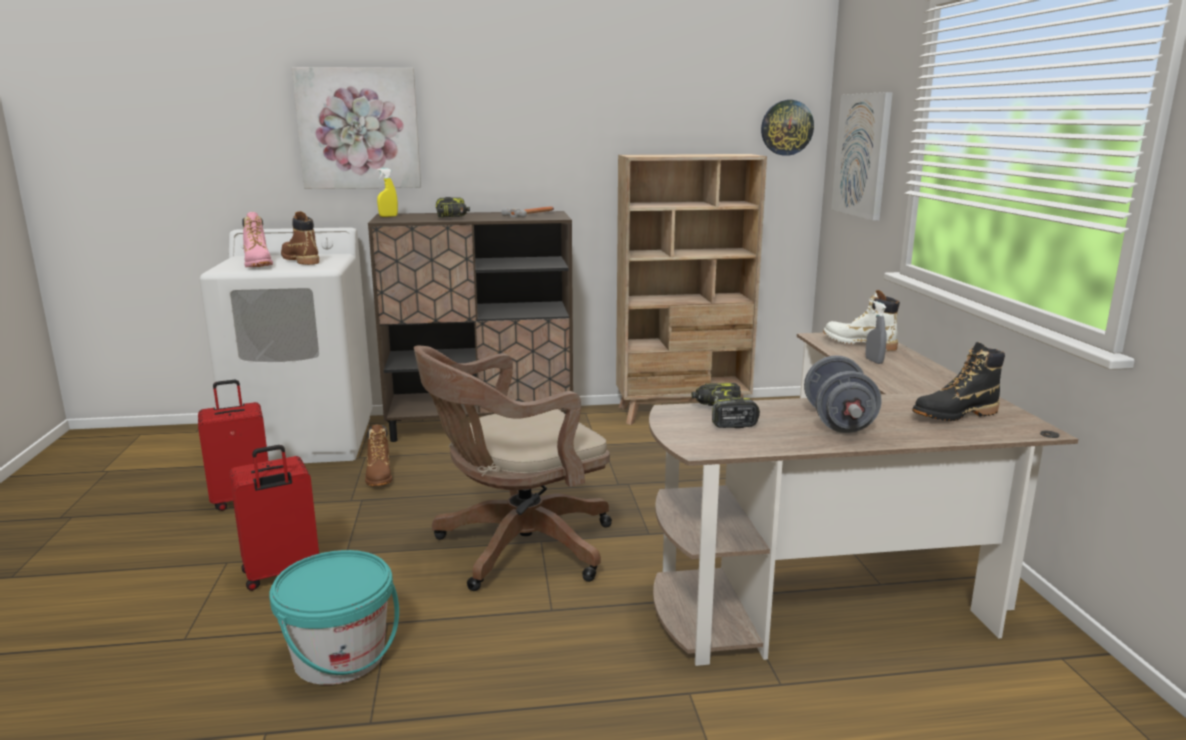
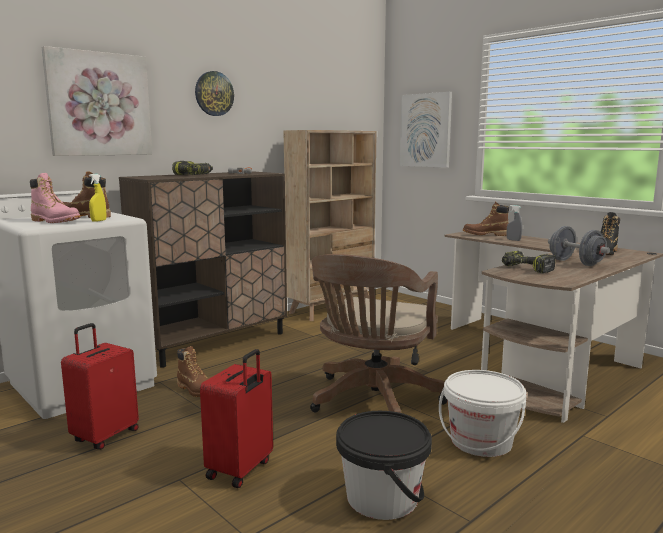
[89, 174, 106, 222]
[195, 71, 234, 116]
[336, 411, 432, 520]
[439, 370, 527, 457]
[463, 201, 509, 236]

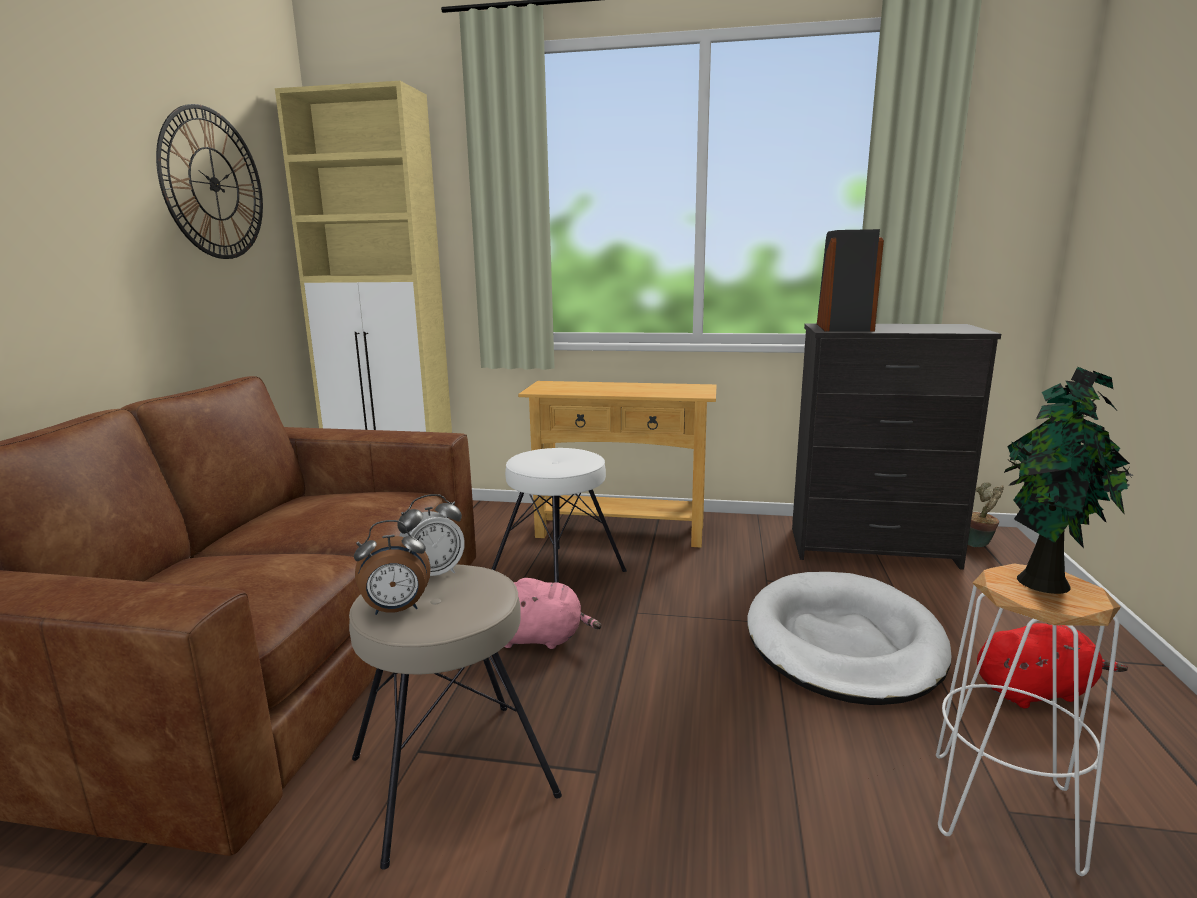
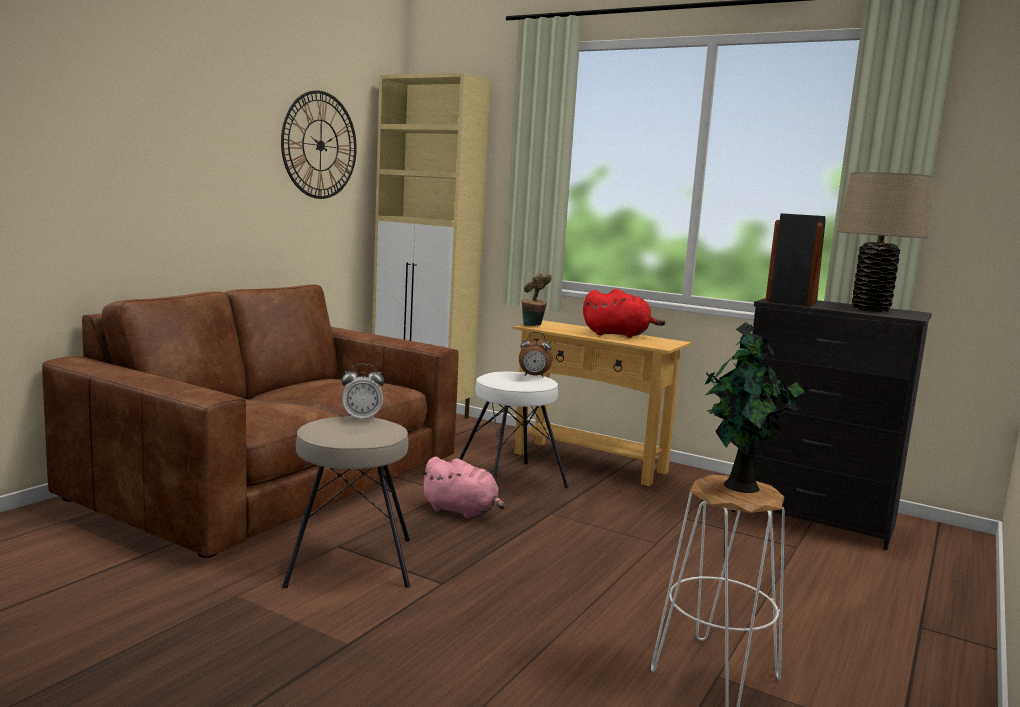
[519, 332, 553, 377]
[522, 273, 552, 326]
[583, 289, 665, 338]
[836, 172, 932, 312]
[748, 572, 952, 705] (first image)

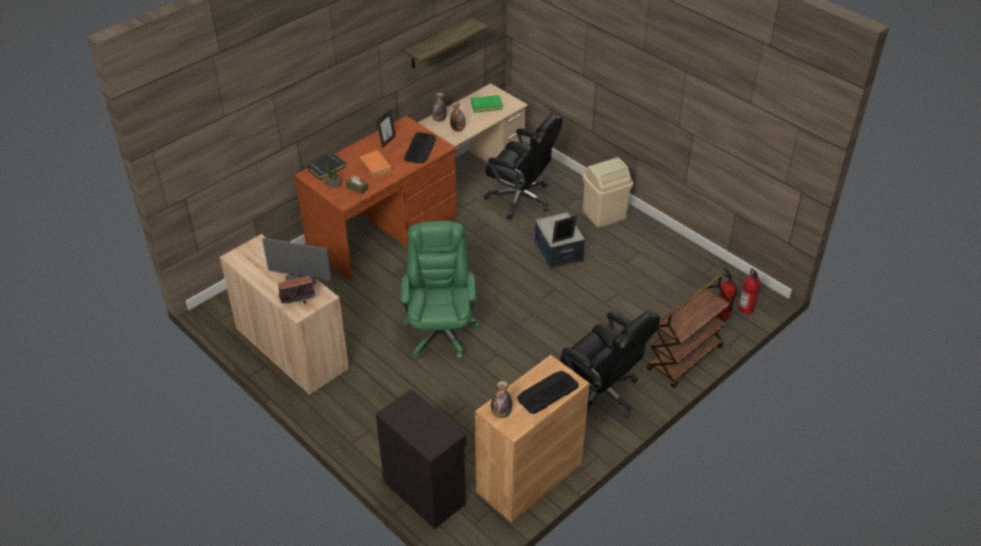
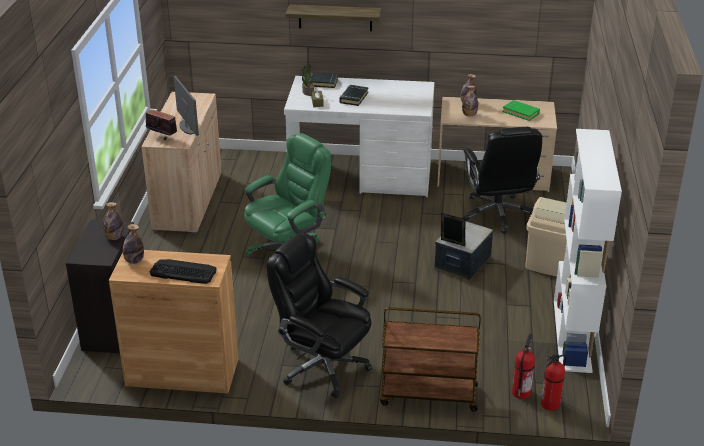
[103, 202, 123, 240]
[267, 233, 373, 398]
[284, 76, 435, 197]
[286, 4, 382, 31]
[339, 85, 368, 106]
[554, 129, 622, 373]
[377, 109, 396, 148] (first image)
[404, 132, 436, 163] (first image)

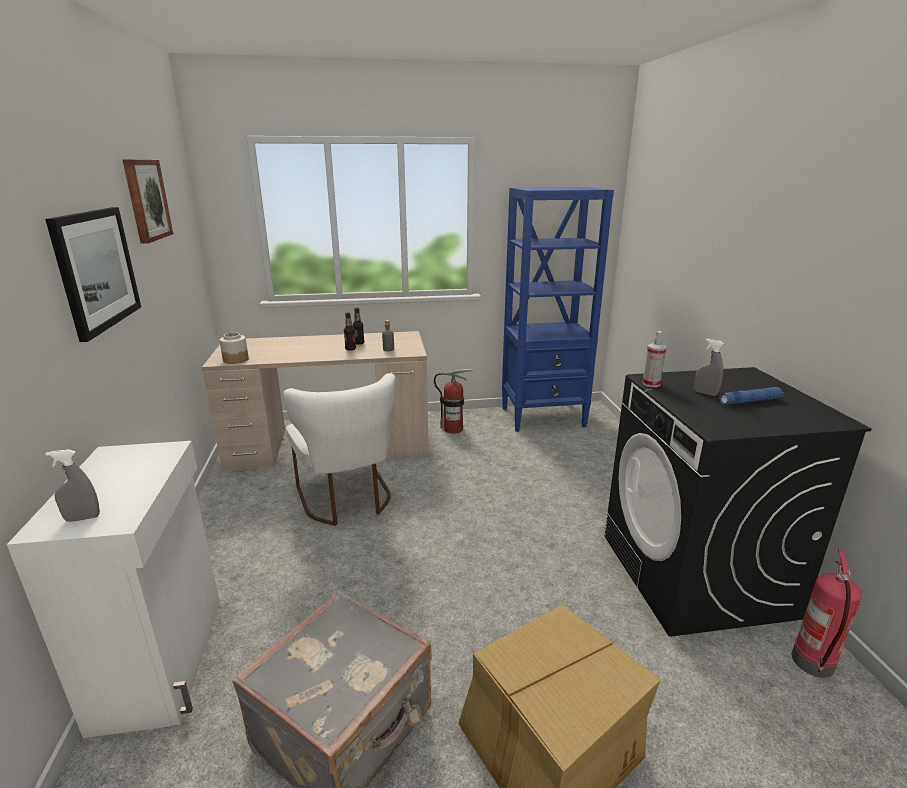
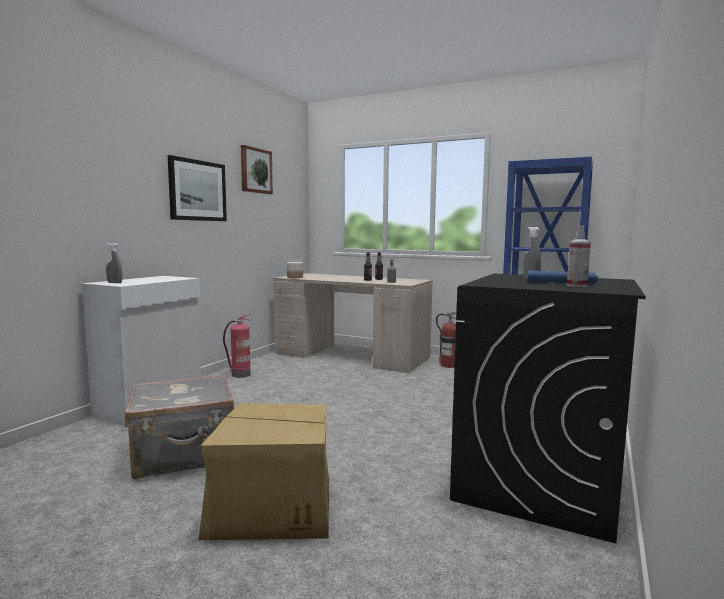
[223, 314, 251, 378]
[567, 225, 591, 287]
[283, 373, 395, 526] (first image)

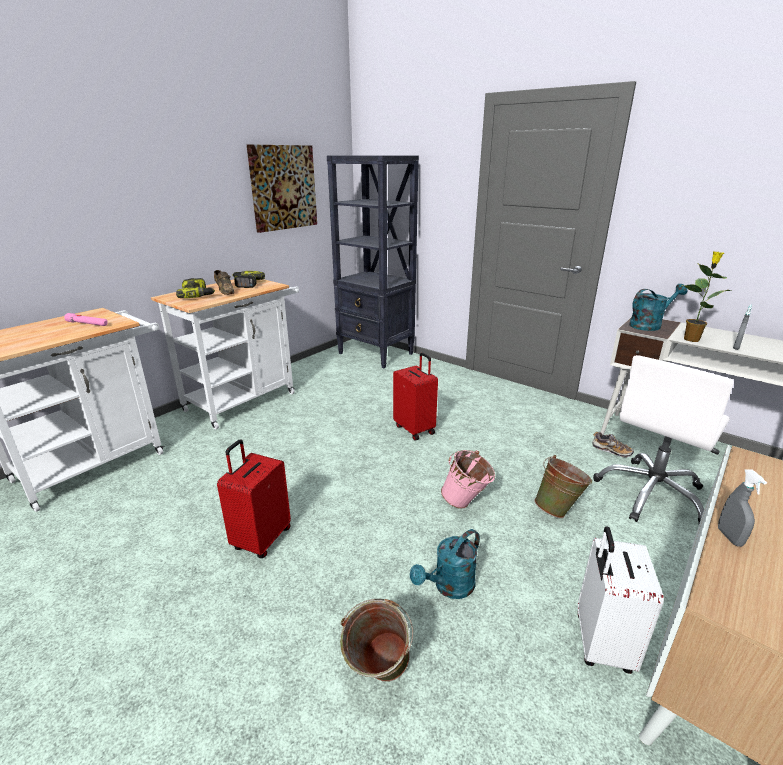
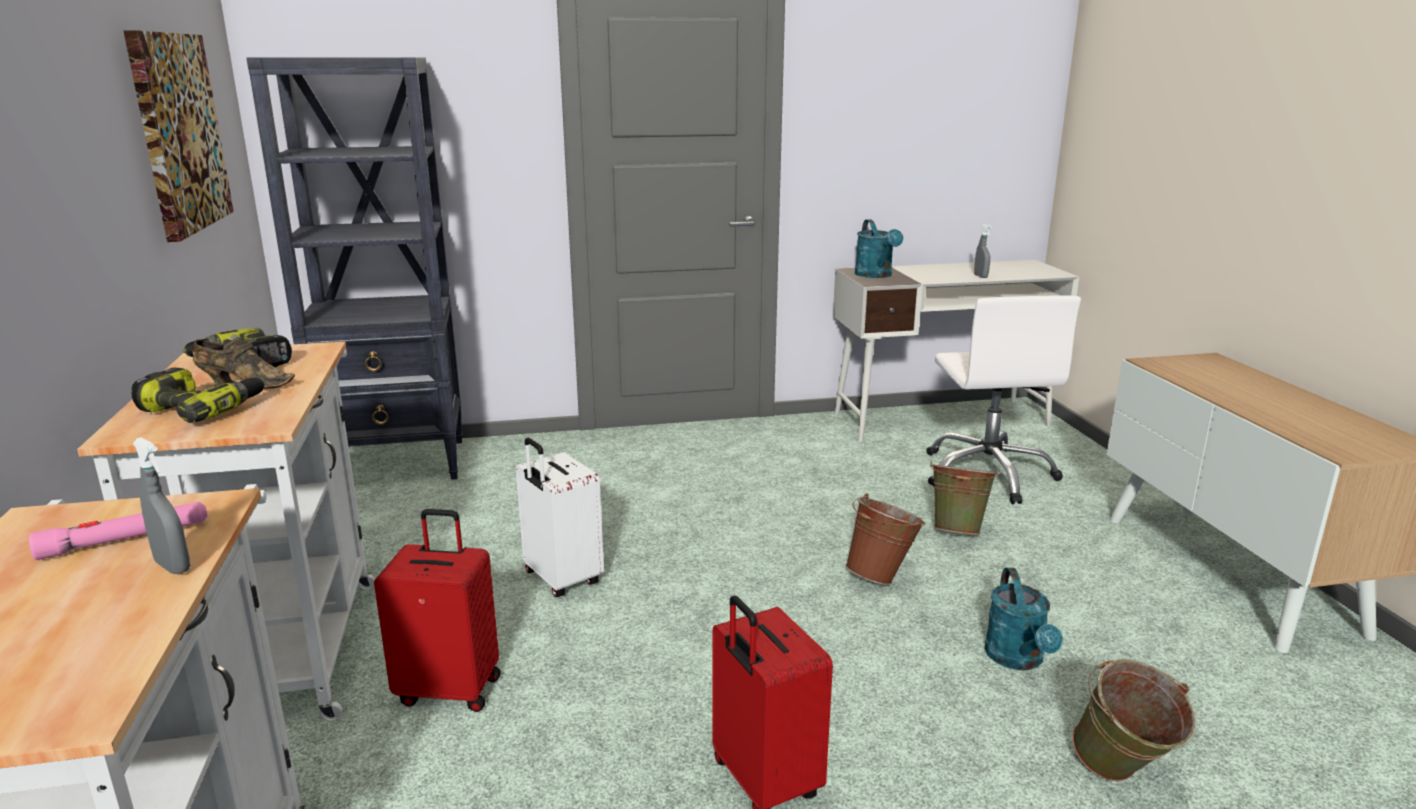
[133, 437, 190, 574]
[374, 509, 501, 712]
[516, 438, 604, 597]
[845, 493, 925, 585]
[855, 219, 903, 278]
[592, 432, 634, 458] (first image)
[682, 251, 731, 342] (first image)

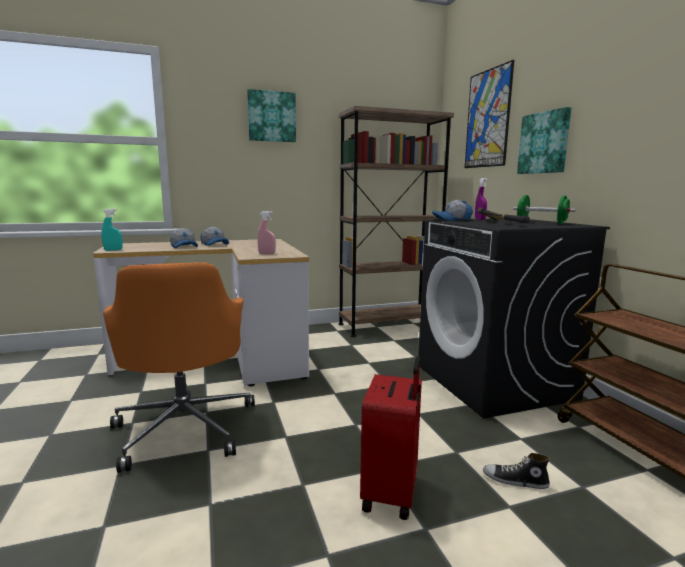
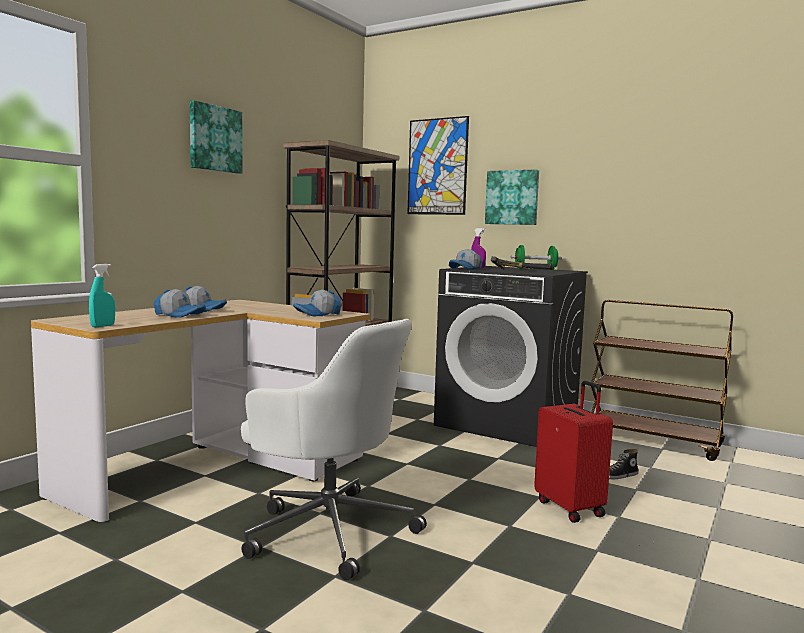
[241, 319, 427, 581]
[293, 290, 342, 316]

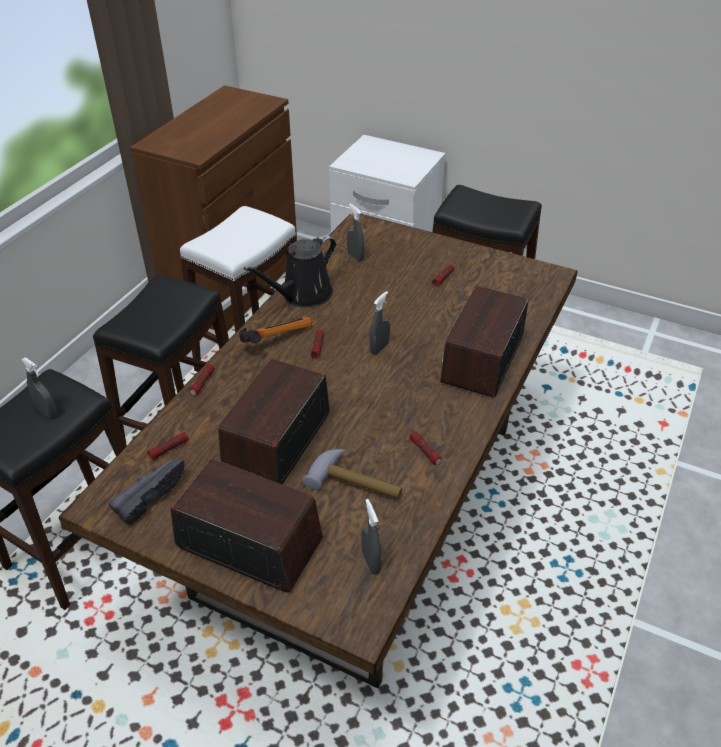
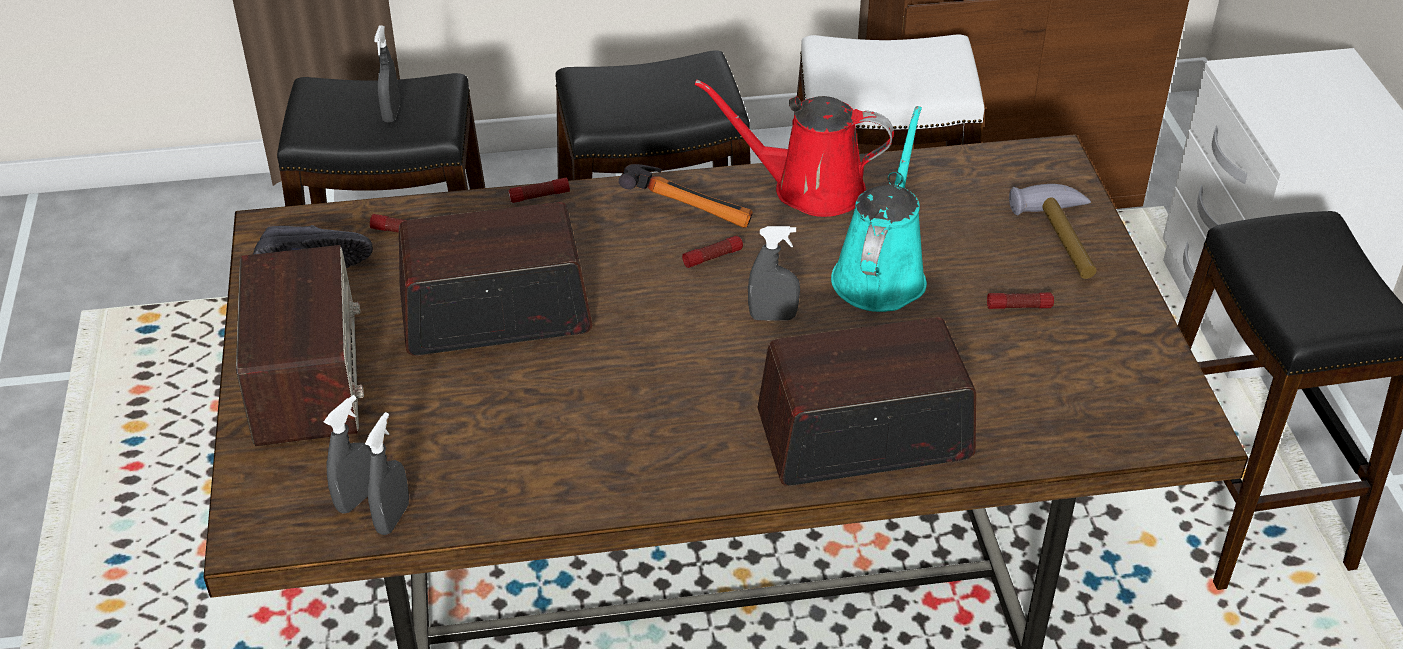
[365, 412, 409, 535]
[695, 79, 894, 217]
[831, 106, 927, 312]
[1009, 184, 1096, 279]
[409, 432, 442, 465] (first image)

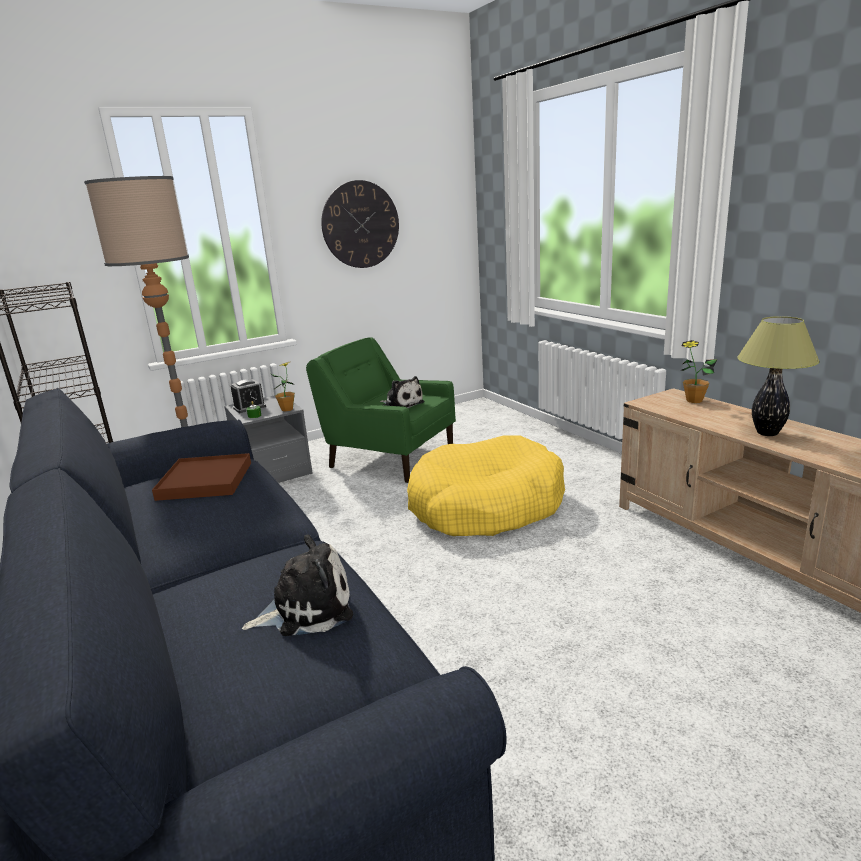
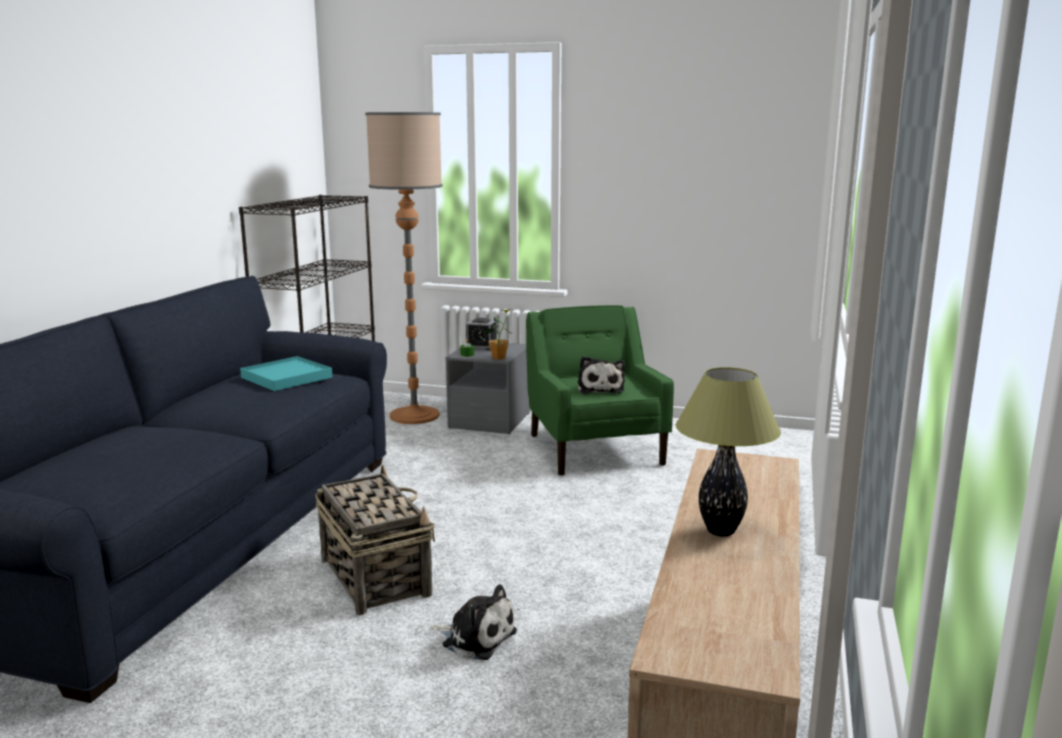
[240, 356, 332, 391]
[315, 465, 435, 615]
[431, 584, 517, 660]
[321, 180, 399, 268] (first image)
[407, 435, 565, 536] (first image)
[681, 340, 717, 403] (first image)

